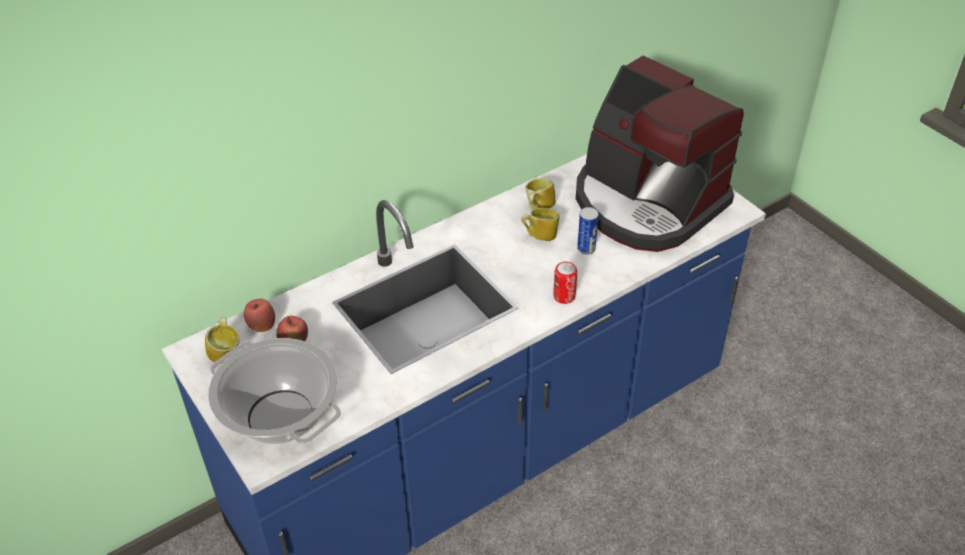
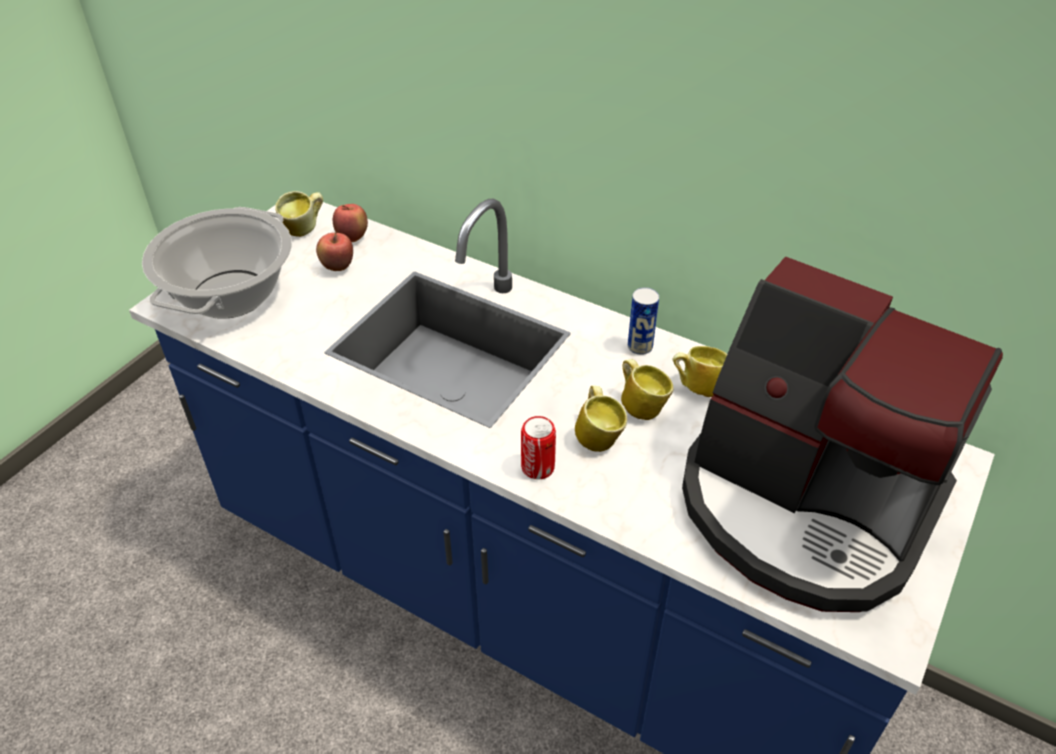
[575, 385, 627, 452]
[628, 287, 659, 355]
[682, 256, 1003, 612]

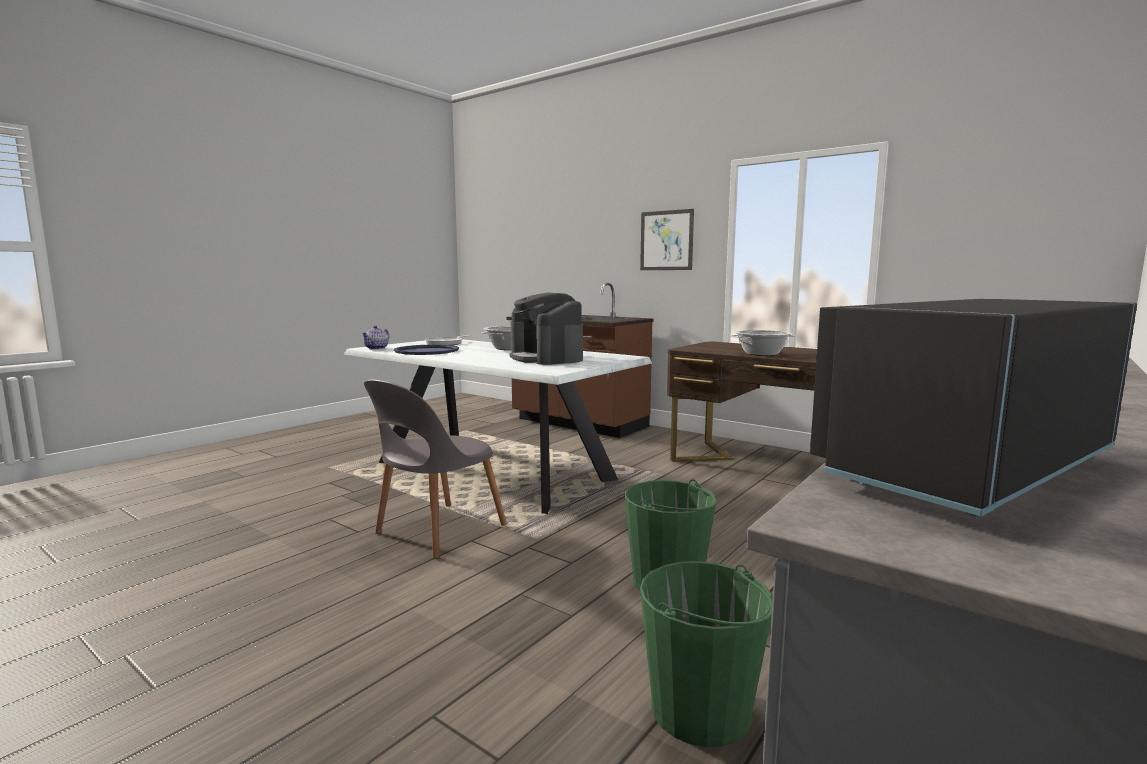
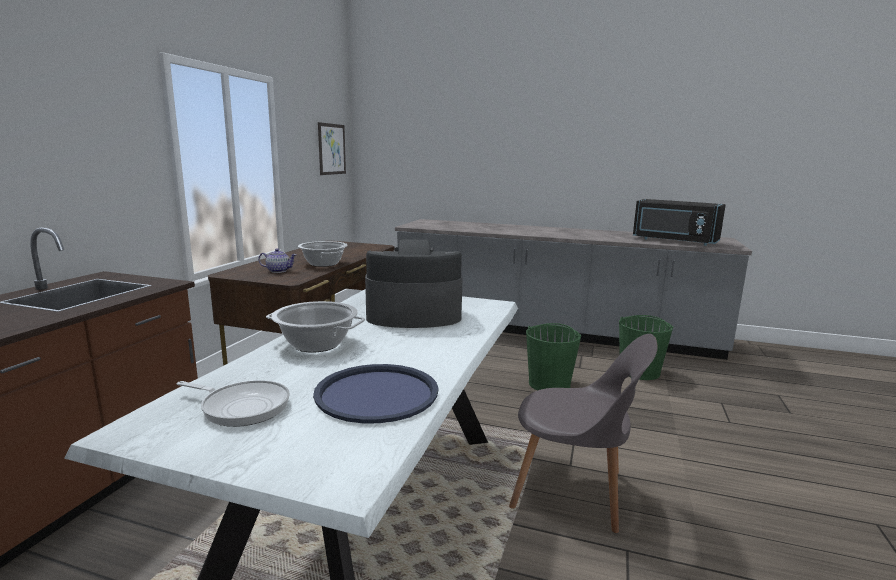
[258, 248, 297, 273]
[318, 122, 346, 175]
[365, 239, 463, 328]

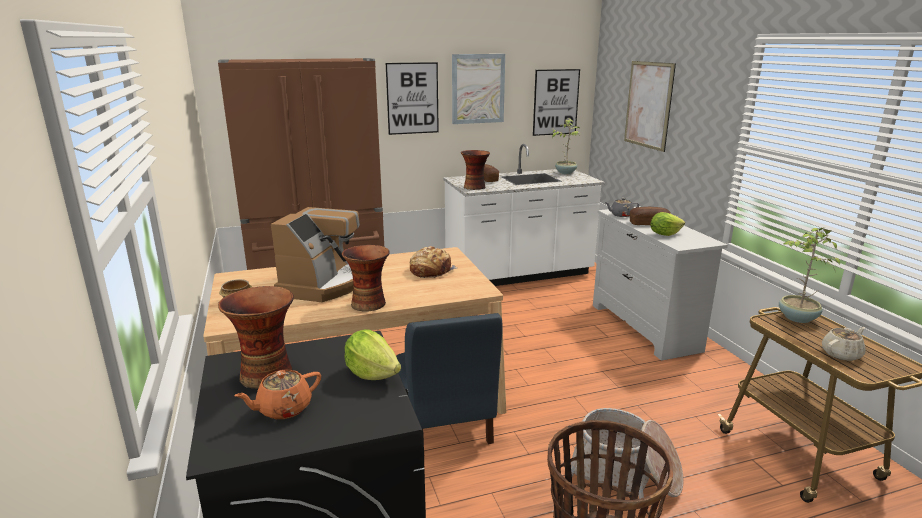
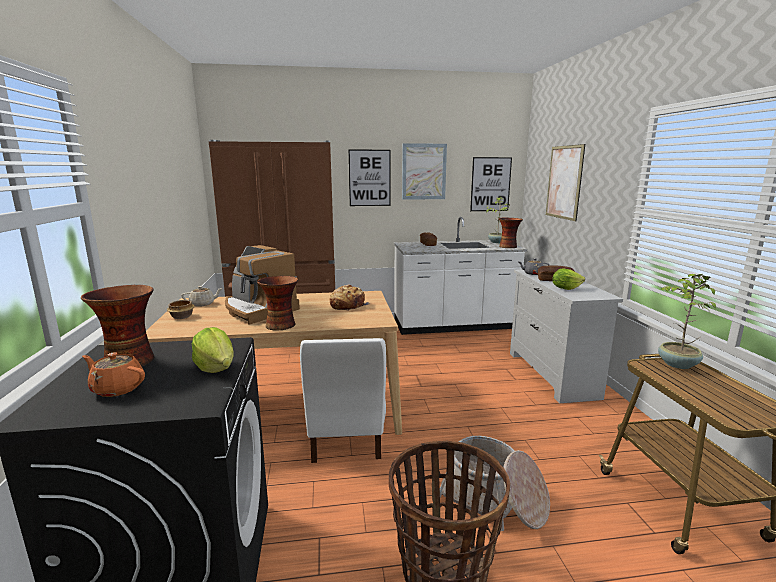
[82, 352, 145, 397]
[181, 286, 223, 307]
[225, 245, 300, 325]
[300, 338, 386, 463]
[498, 218, 523, 248]

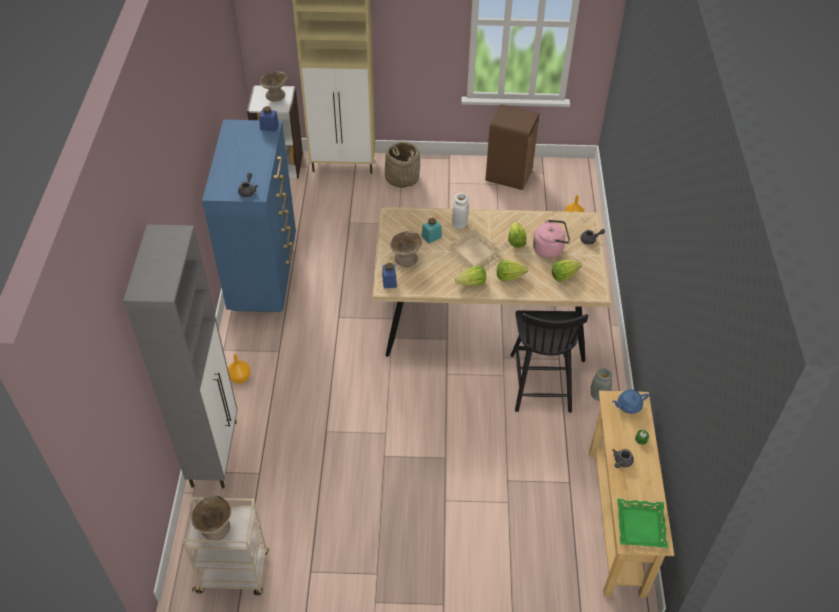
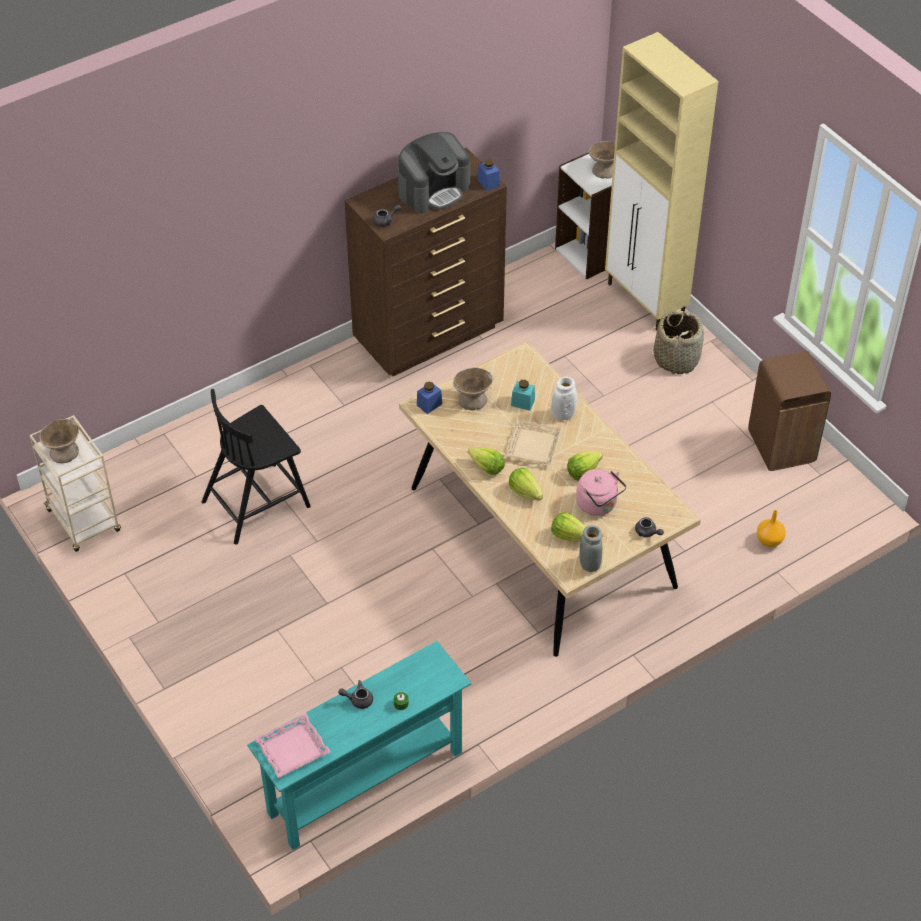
[202, 389, 311, 544]
[247, 641, 471, 850]
[254, 713, 331, 778]
[344, 147, 507, 376]
[398, 132, 470, 213]
[579, 525, 602, 572]
[123, 224, 238, 488] (first image)
[228, 354, 250, 383] (first image)
[612, 389, 649, 414] (first image)

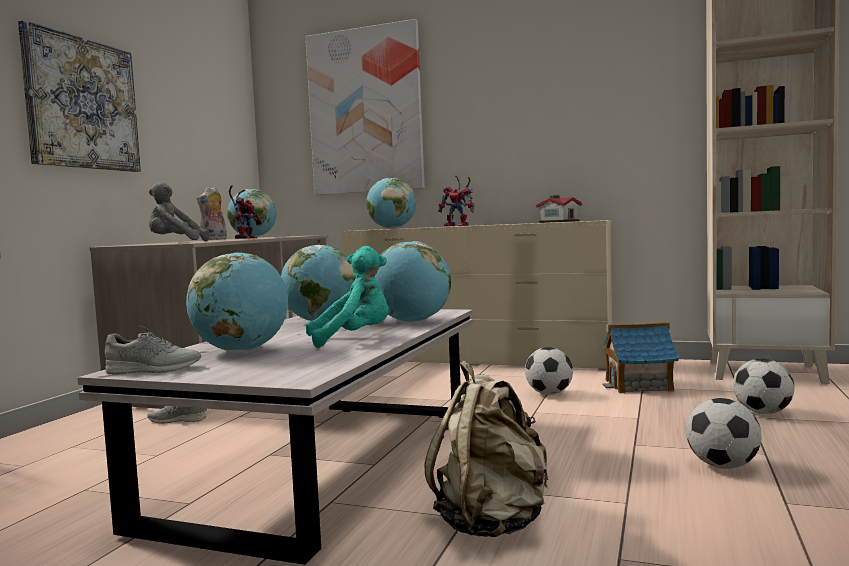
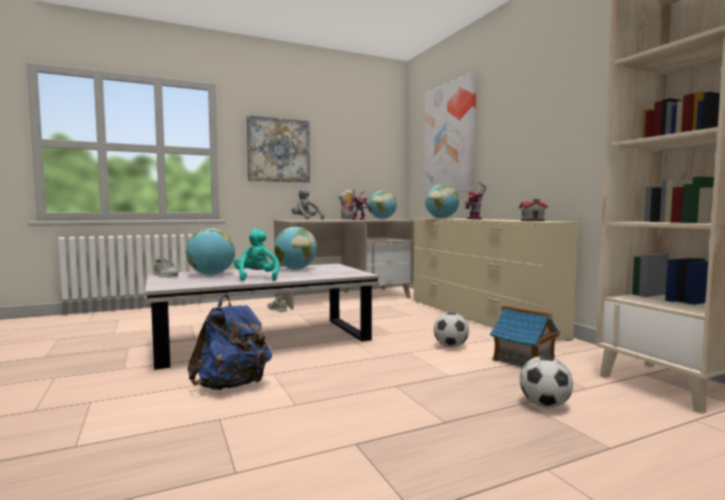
[187, 295, 272, 390]
[234, 229, 279, 281]
[375, 241, 451, 323] (first image)
[686, 398, 761, 469] (first image)

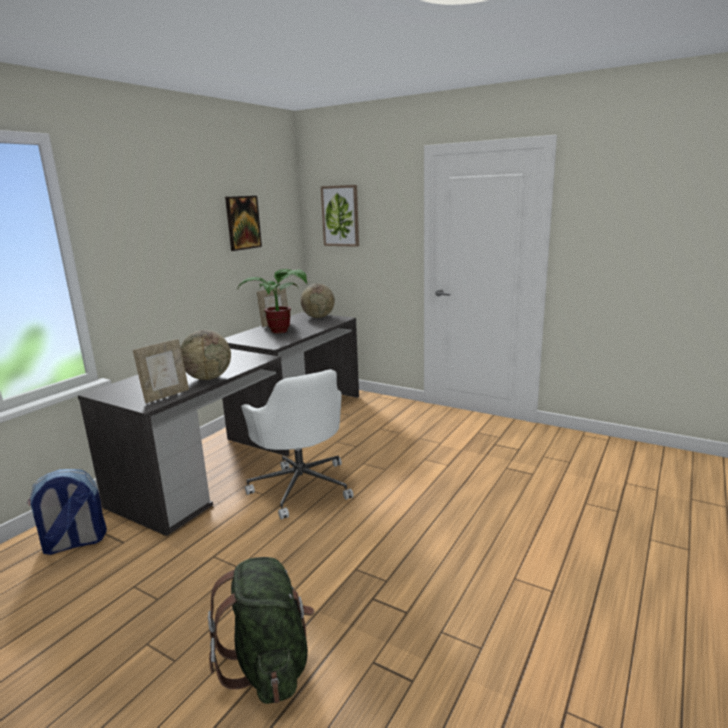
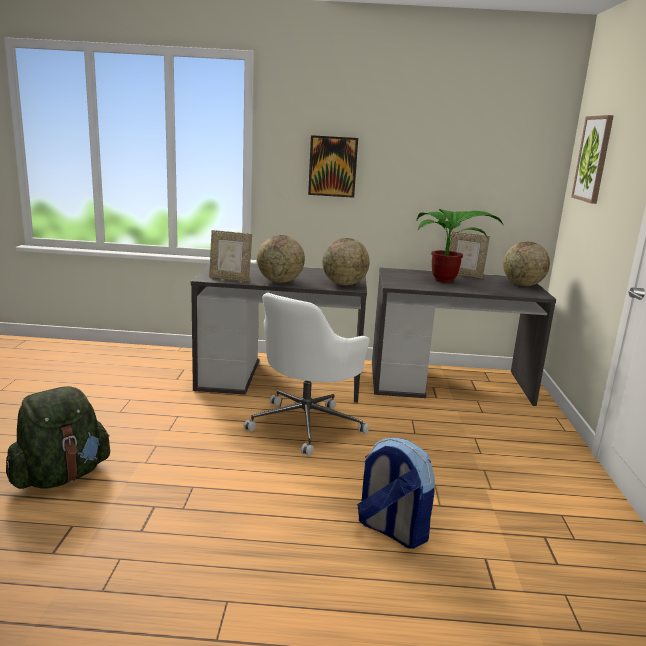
[308, 135, 358, 198]
[322, 238, 370, 285]
[357, 438, 435, 549]

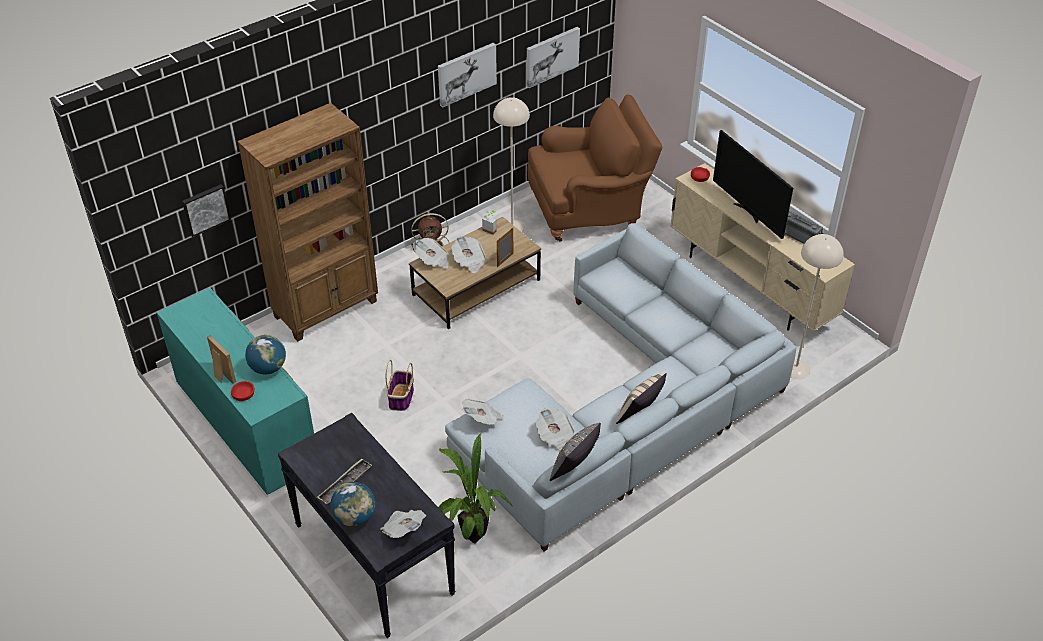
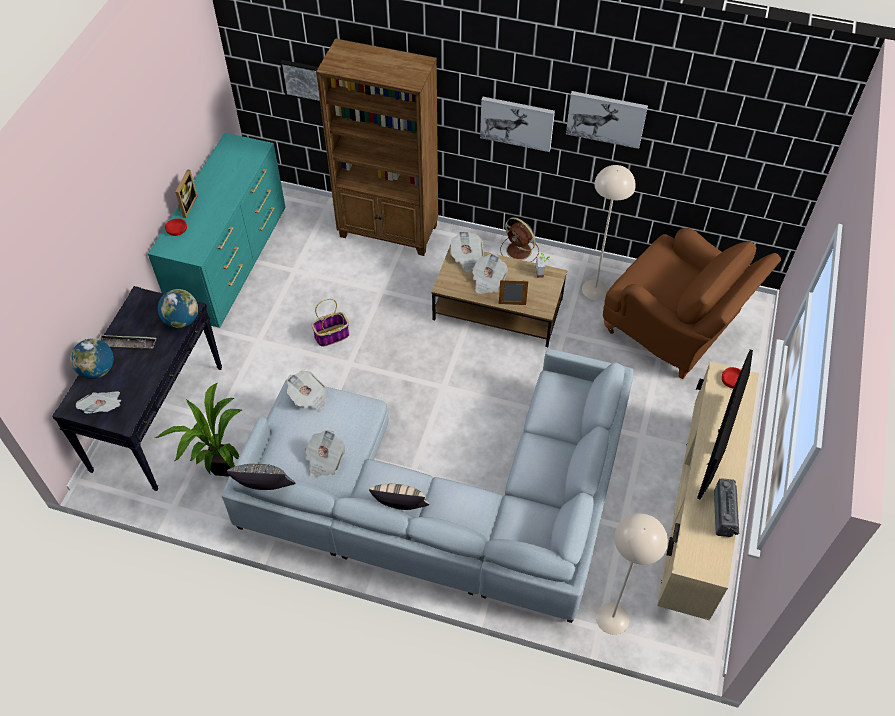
[158, 289, 198, 328]
[480, 97, 555, 152]

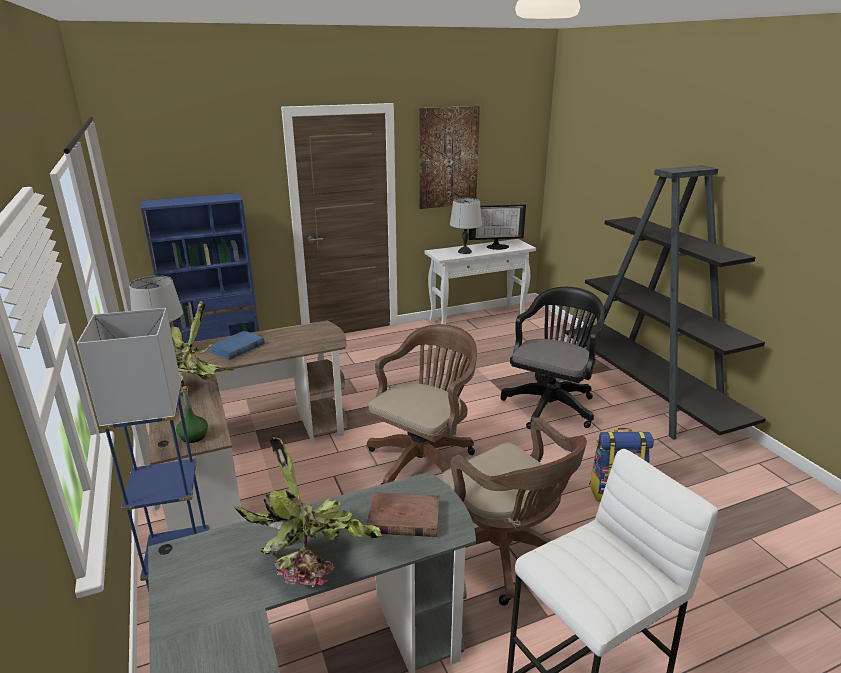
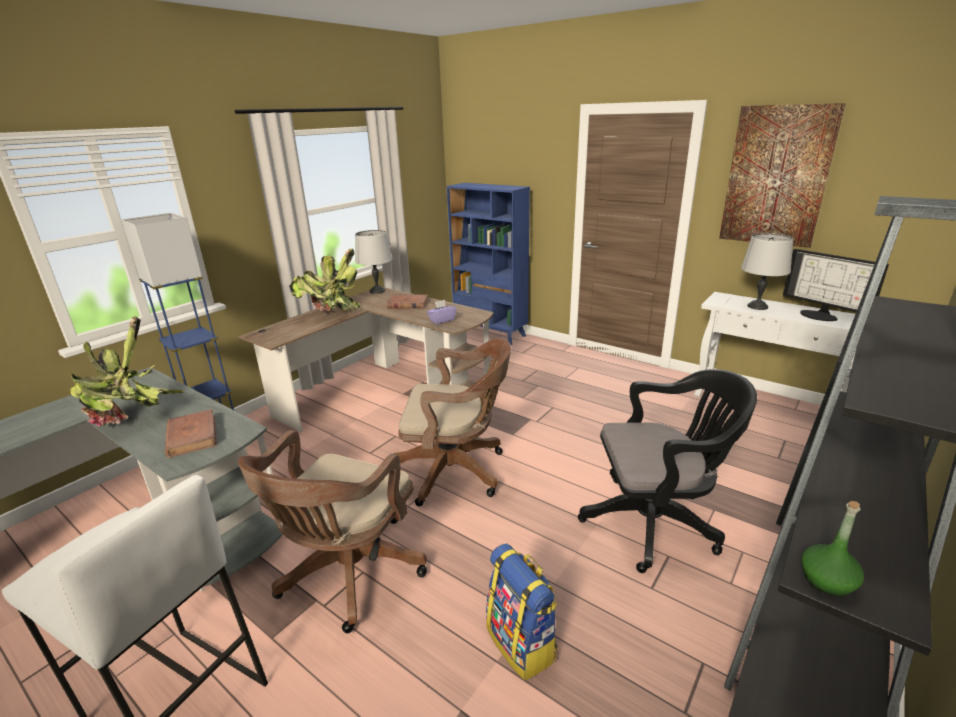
[387, 295, 428, 309]
[427, 300, 457, 324]
[802, 501, 864, 597]

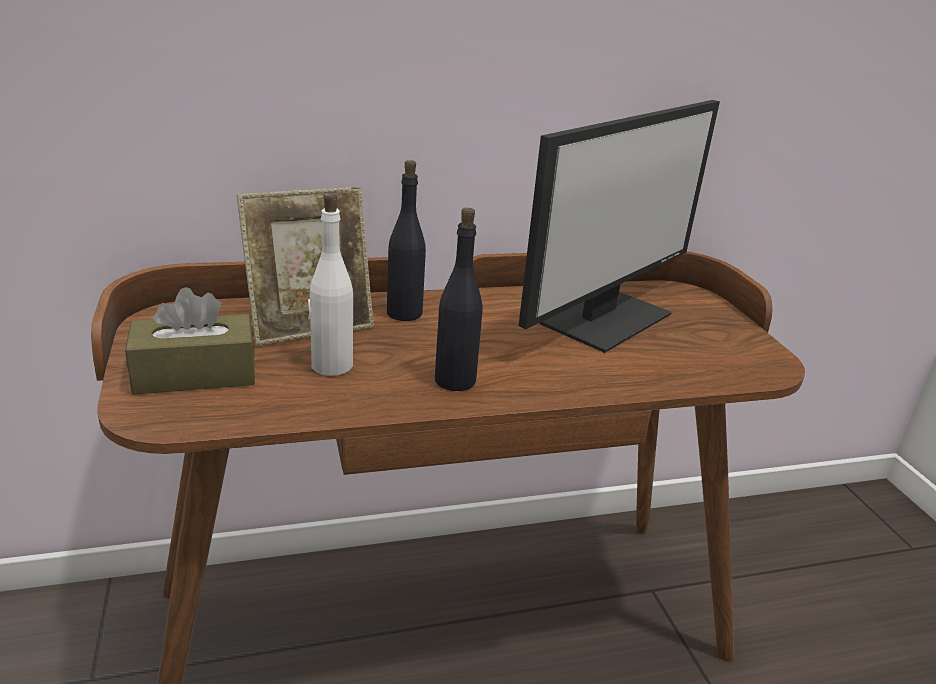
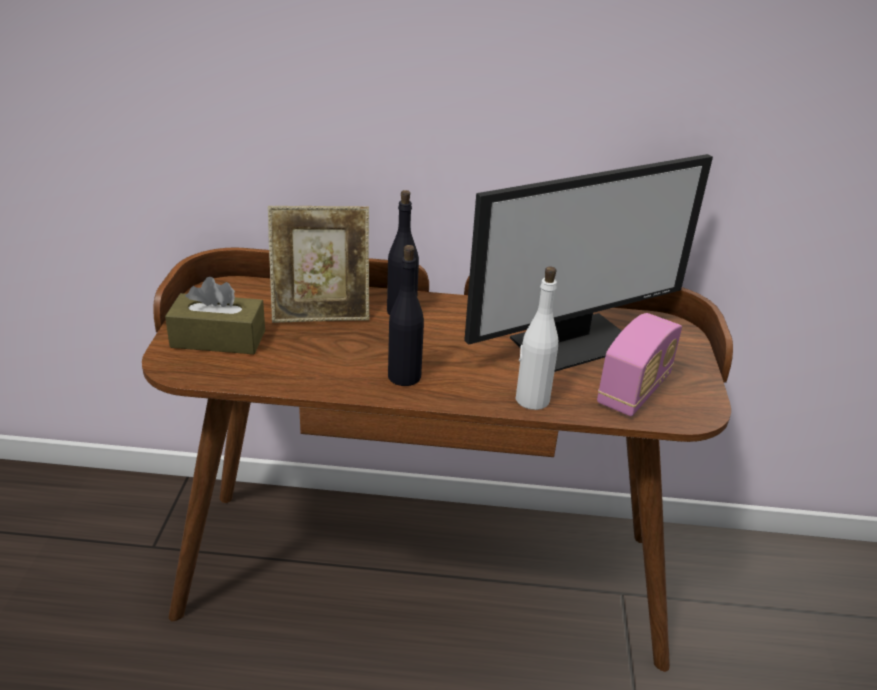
[516, 267, 558, 410]
[597, 313, 682, 416]

